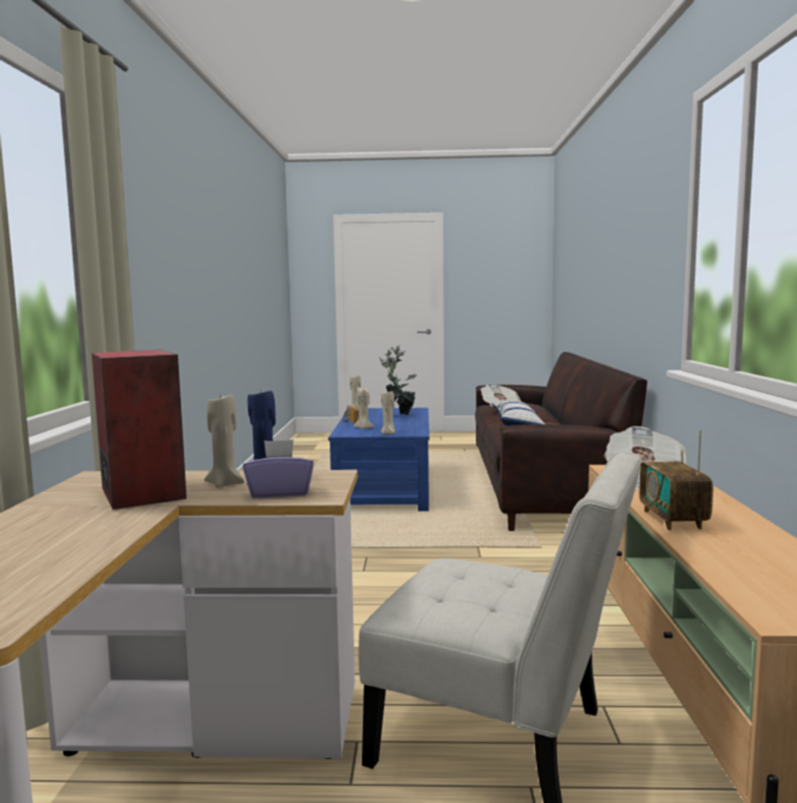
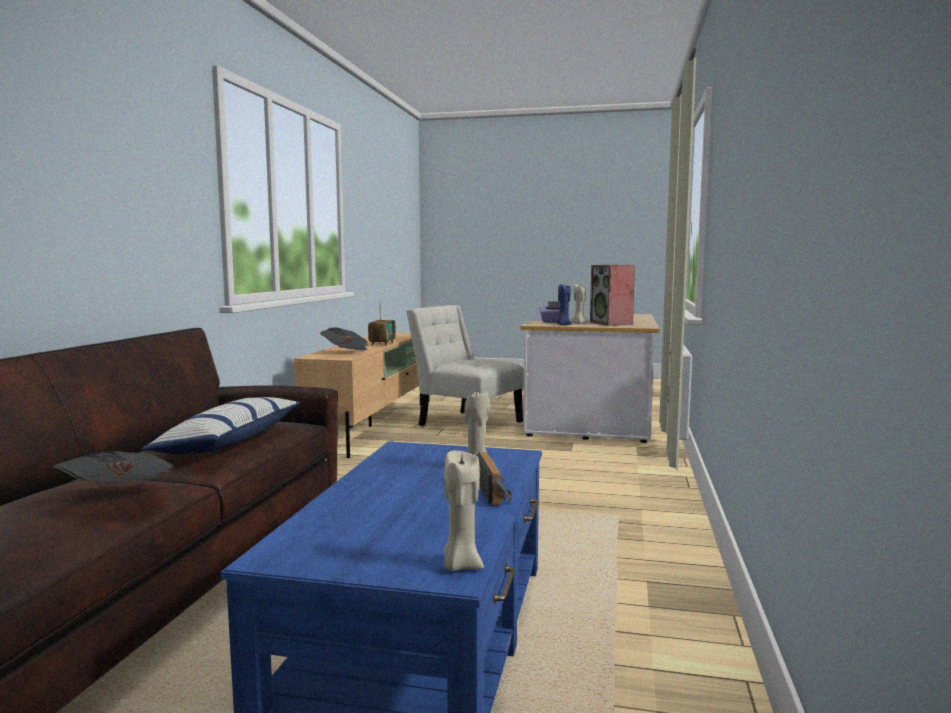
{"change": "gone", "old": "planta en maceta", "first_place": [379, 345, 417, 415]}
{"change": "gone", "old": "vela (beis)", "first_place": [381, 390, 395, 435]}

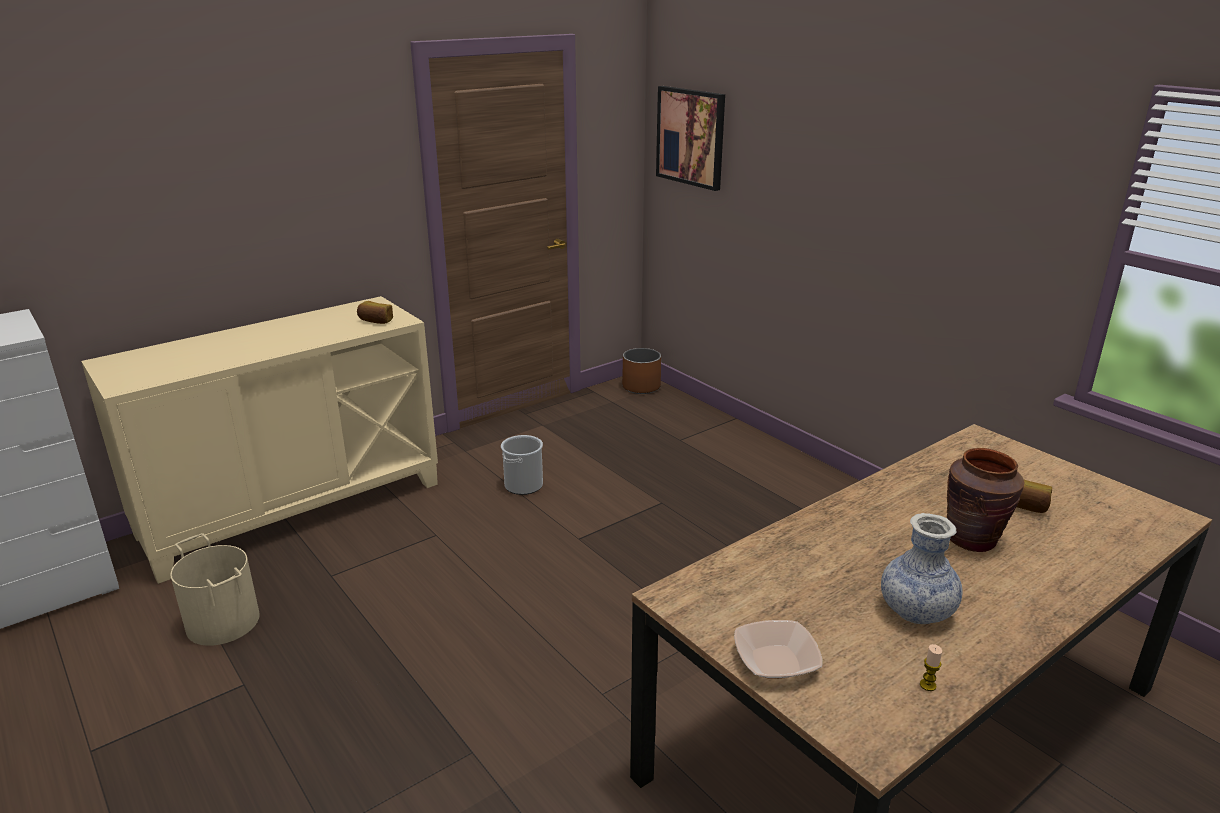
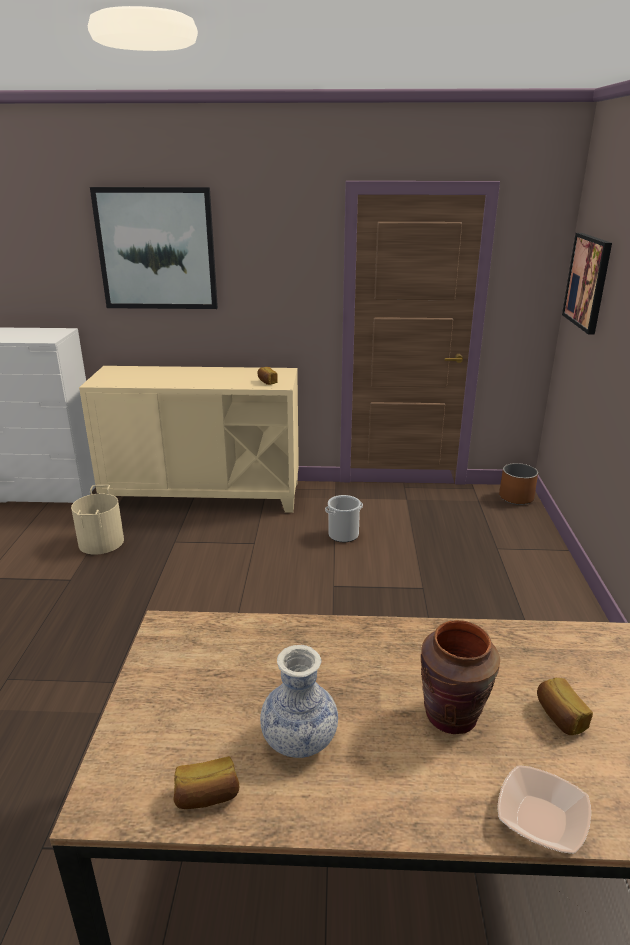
{"change": "shifted", "old": "cuenco", "first_place": [734, 620, 822, 679], "second_place": [497, 765, 591, 854]}
{"change": "swapped", "old": "vela", "new": "pan", "first_place": [920, 644, 942, 691], "second_place": [173, 756, 239, 809]}
{"change": "new", "new": "cuadro", "second_place": [90, 187, 218, 309]}

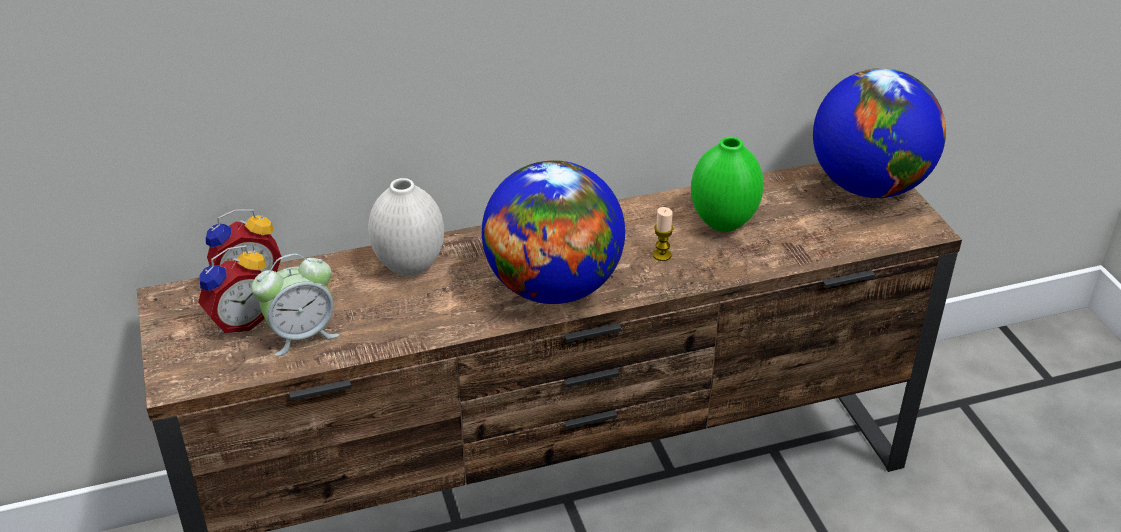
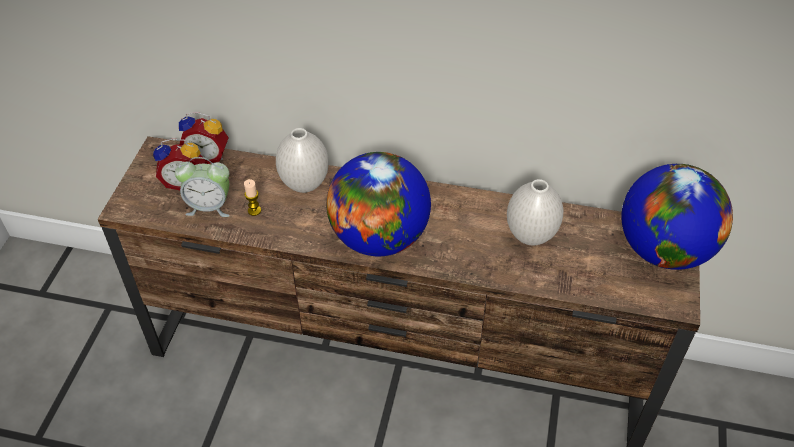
{"change": "repainted", "old": "florero (verde)", "new": "florero (blanco)", "first_place": [691, 137, 764, 232], "second_place": [507, 179, 563, 245]}
{"change": "shifted", "old": "vela", "first_place": [653, 207, 673, 261], "second_place": [244, 179, 261, 216]}

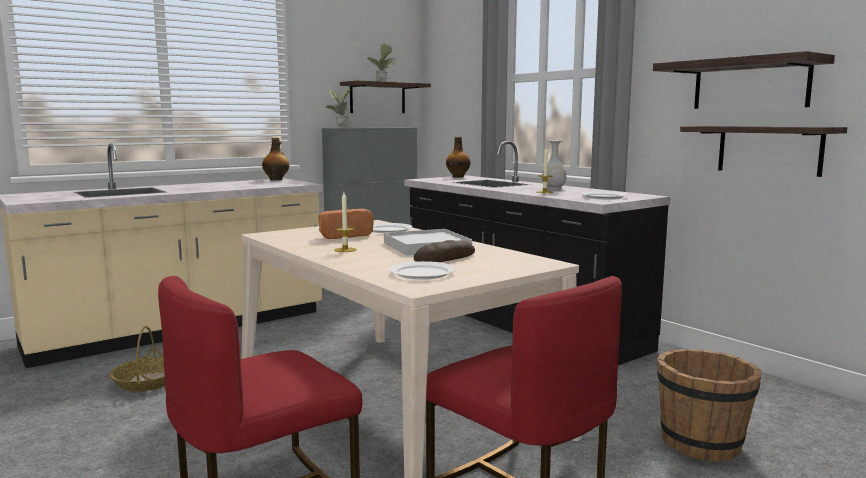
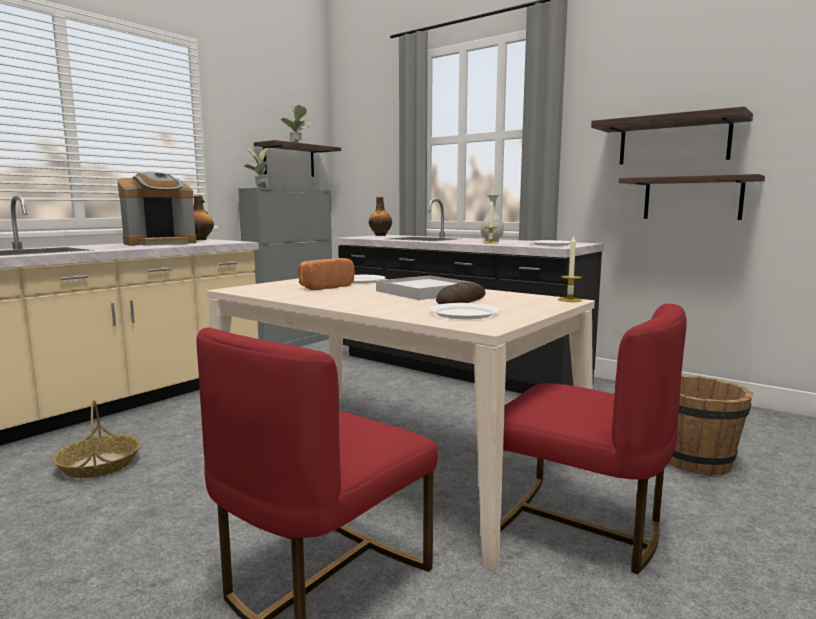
{"change": "shifted", "old": "vela", "first_place": [334, 192, 356, 252], "second_place": [558, 235, 582, 302]}
{"change": "new", "new": "cafetera", "second_place": [118, 172, 196, 246]}

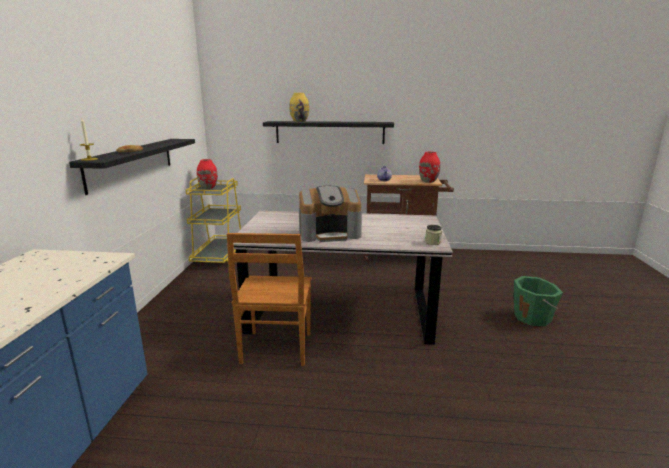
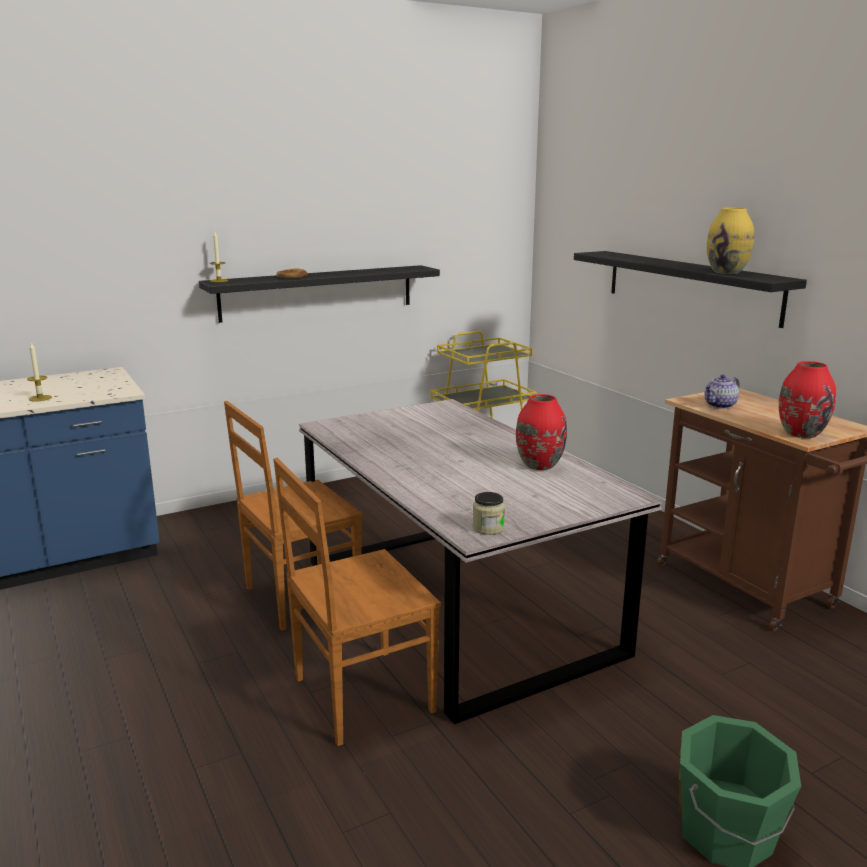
{"change": "shifted", "old": "florero (amarillo)", "first_place": [289, 93, 309, 122], "second_place": [707, 208, 754, 274]}
{"change": "shifted", "old": "florero (rojo)", "first_place": [197, 159, 218, 189], "second_place": [516, 394, 567, 470]}
{"change": "gone", "old": "cafetera", "first_place": [299, 186, 362, 242]}
{"change": "new", "new": "vela", "second_place": [27, 343, 52, 402]}
{"change": "new", "new": "silla (marrón)", "second_place": [273, 458, 441, 746]}

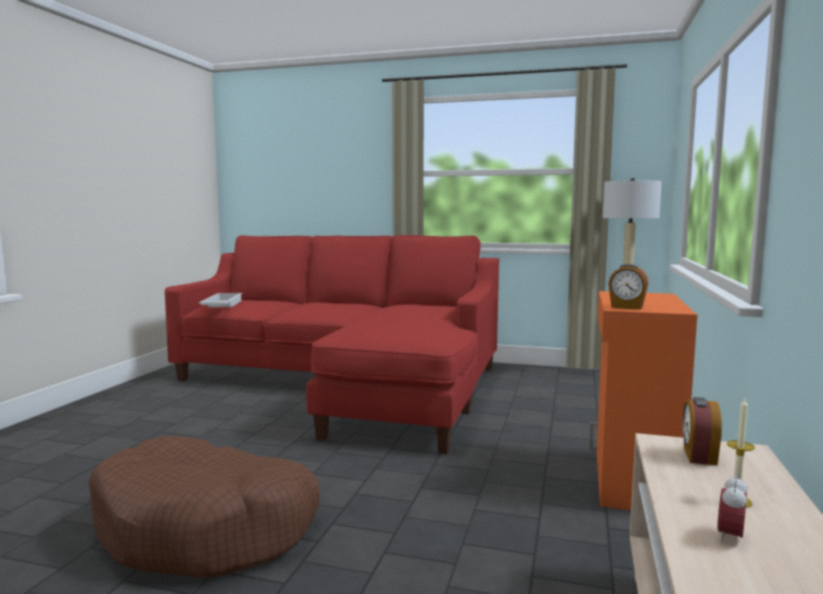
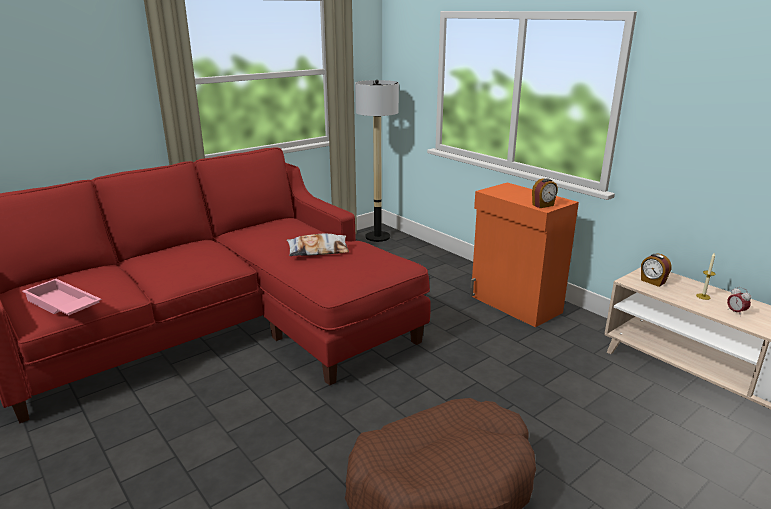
{"change": "repainted", "old": "bandeja (blanco)", "new": "bandeja (rosa)", "first_place": [199, 293, 243, 307], "second_place": [22, 279, 102, 315]}
{"change": "new", "new": "cojín", "second_place": [287, 233, 349, 256]}

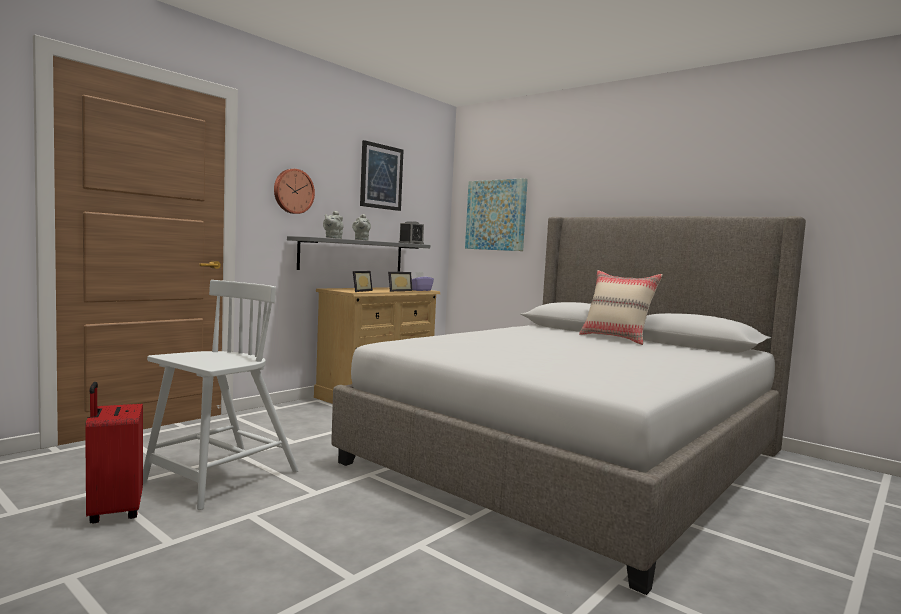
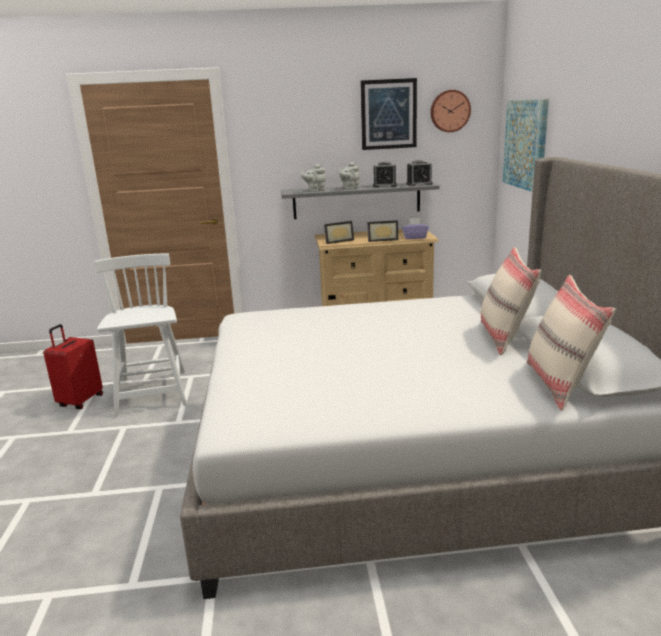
{"change": "shifted", "old": "reloj de pared", "first_place": [274, 169, 315, 214], "second_place": [430, 90, 471, 132]}
{"change": "rotated", "old": "silla (blanco)", "first_place": [143, 280, 299, 510], "second_place": [94, 254, 187, 416], "degrees": -90}
{"change": "new", "new": "despertador", "second_place": [373, 162, 397, 188]}
{"change": "new", "new": "cojín (beis)", "second_place": [527, 275, 616, 411]}

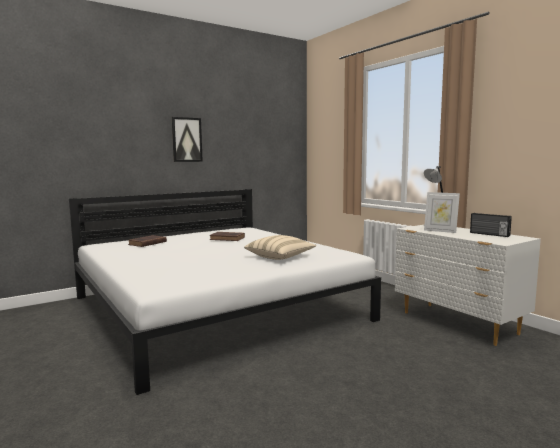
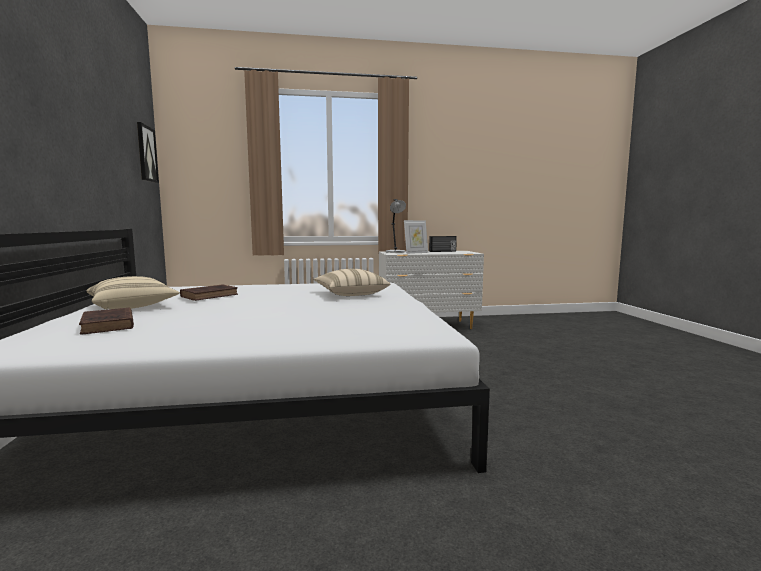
{"change": "shifted", "old": "cuadro", "first_place": [172, 117, 203, 162], "second_place": [137, 122, 159, 183]}
{"change": "new", "new": "cojín (beis)", "second_place": [87, 276, 180, 310]}

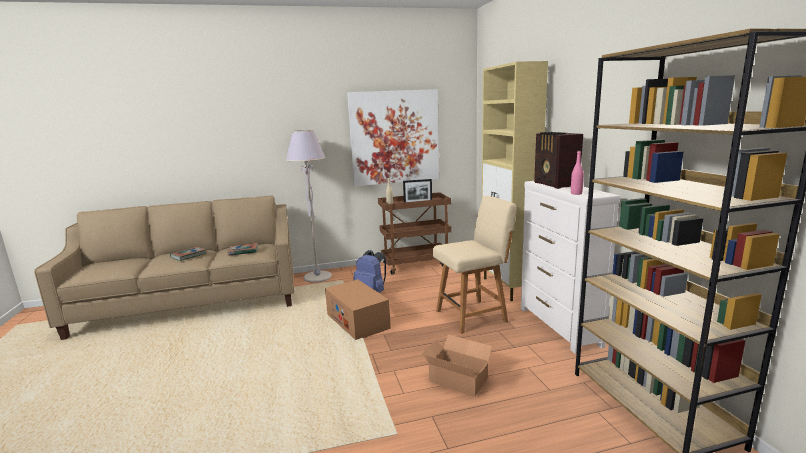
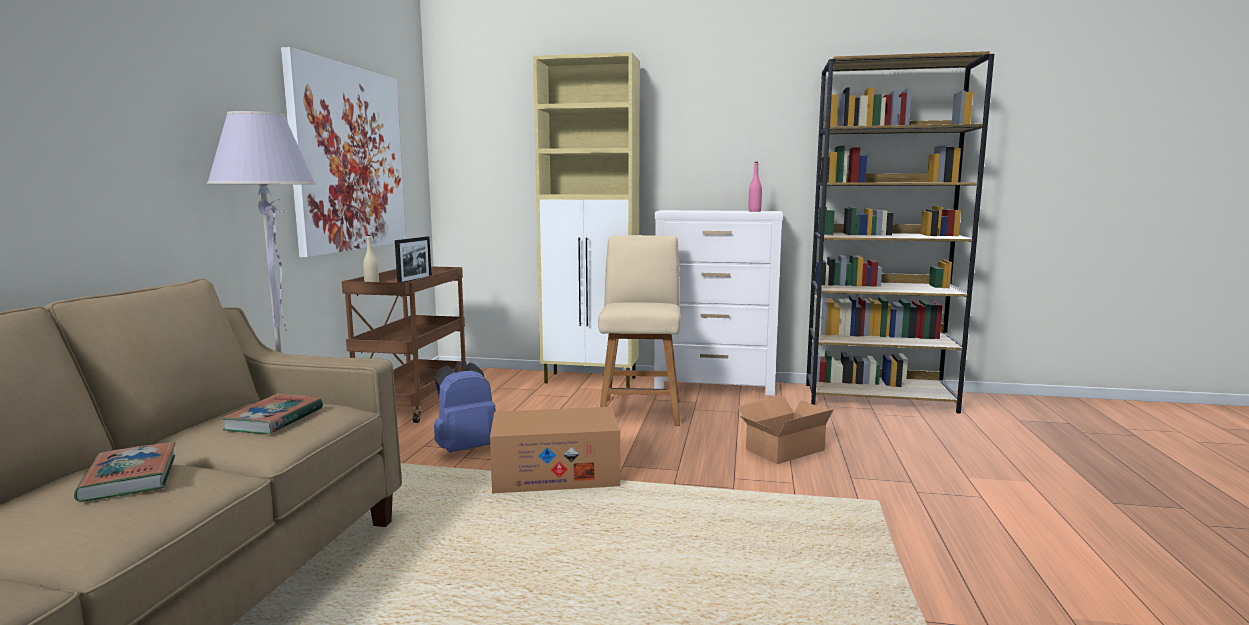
{"change": "gone", "old": "radio", "first_place": [534, 132, 583, 189]}

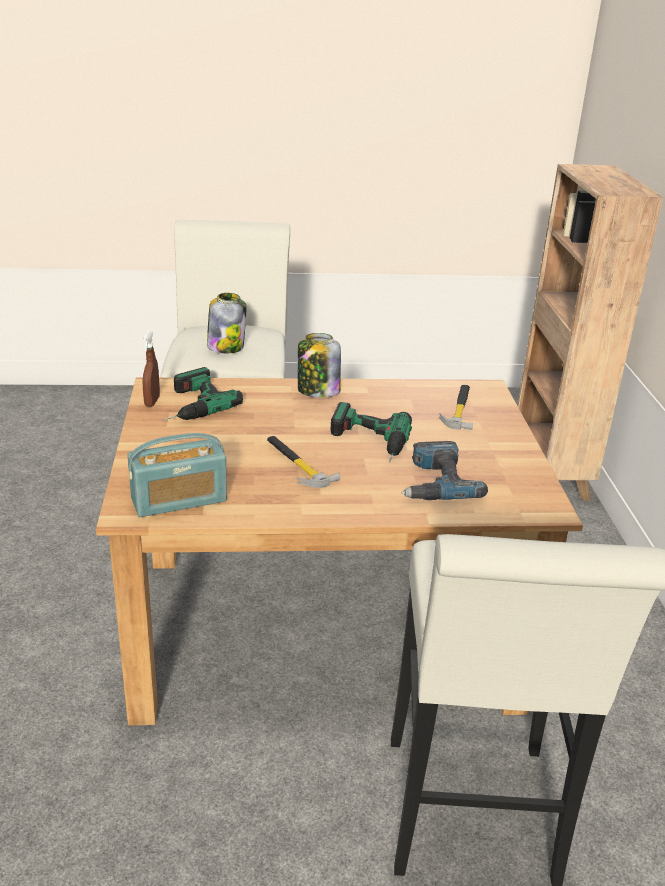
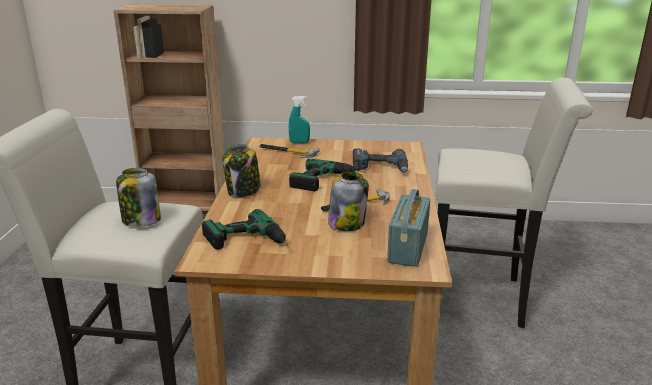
{"change": "gone", "old": "pulverizador (marrón)", "first_place": [143, 331, 160, 407]}
{"change": "rotated", "old": "radio", "first_place": [127, 433, 227, 517], "second_place": [387, 189, 430, 267], "degrees": -150}
{"change": "new", "new": "pulverizador (turquesa)", "second_place": [289, 96, 310, 143]}
{"change": "new", "new": "tarro", "second_place": [328, 172, 369, 231]}

